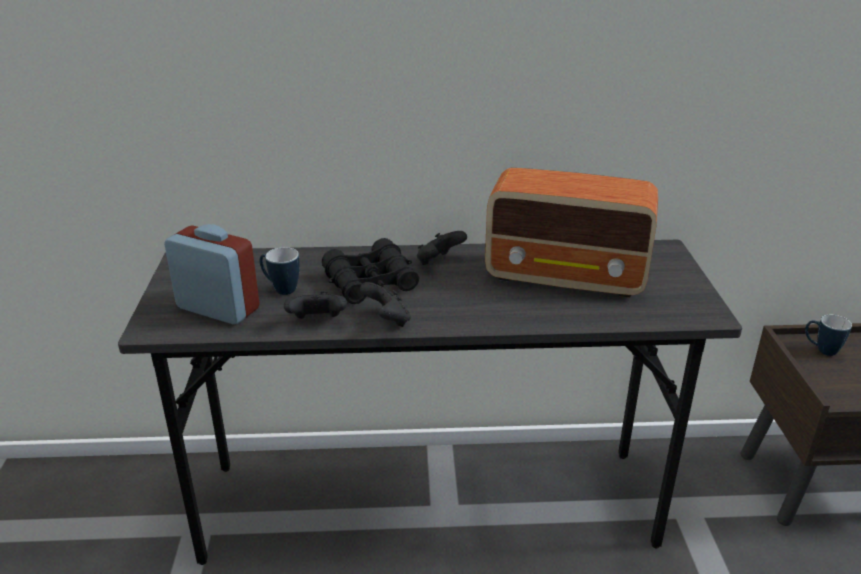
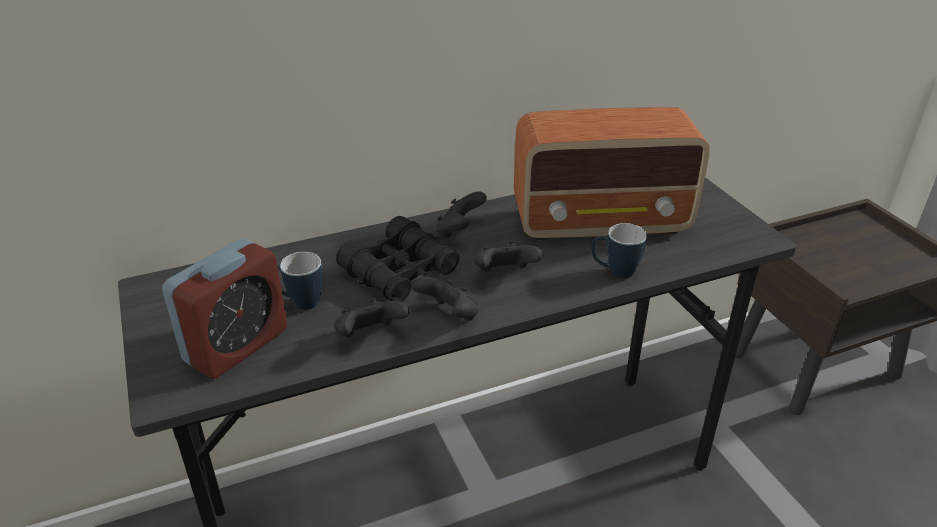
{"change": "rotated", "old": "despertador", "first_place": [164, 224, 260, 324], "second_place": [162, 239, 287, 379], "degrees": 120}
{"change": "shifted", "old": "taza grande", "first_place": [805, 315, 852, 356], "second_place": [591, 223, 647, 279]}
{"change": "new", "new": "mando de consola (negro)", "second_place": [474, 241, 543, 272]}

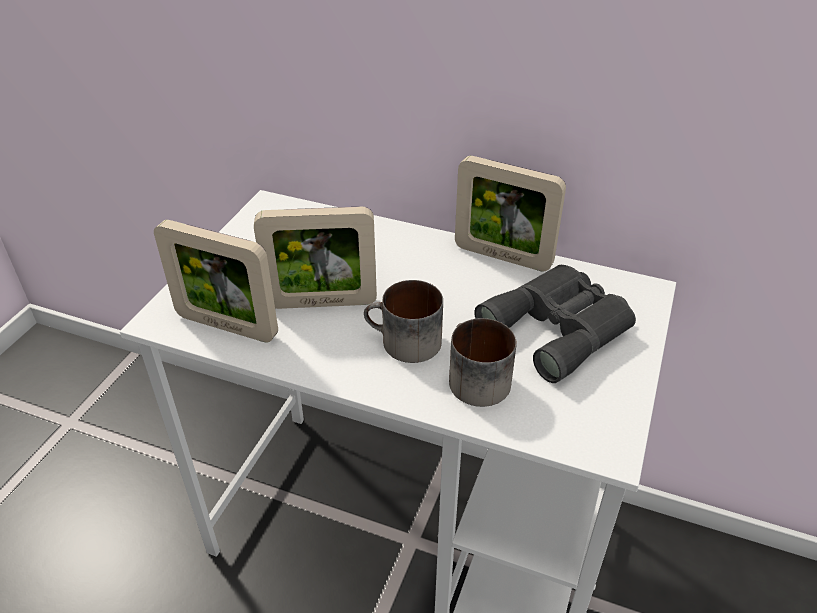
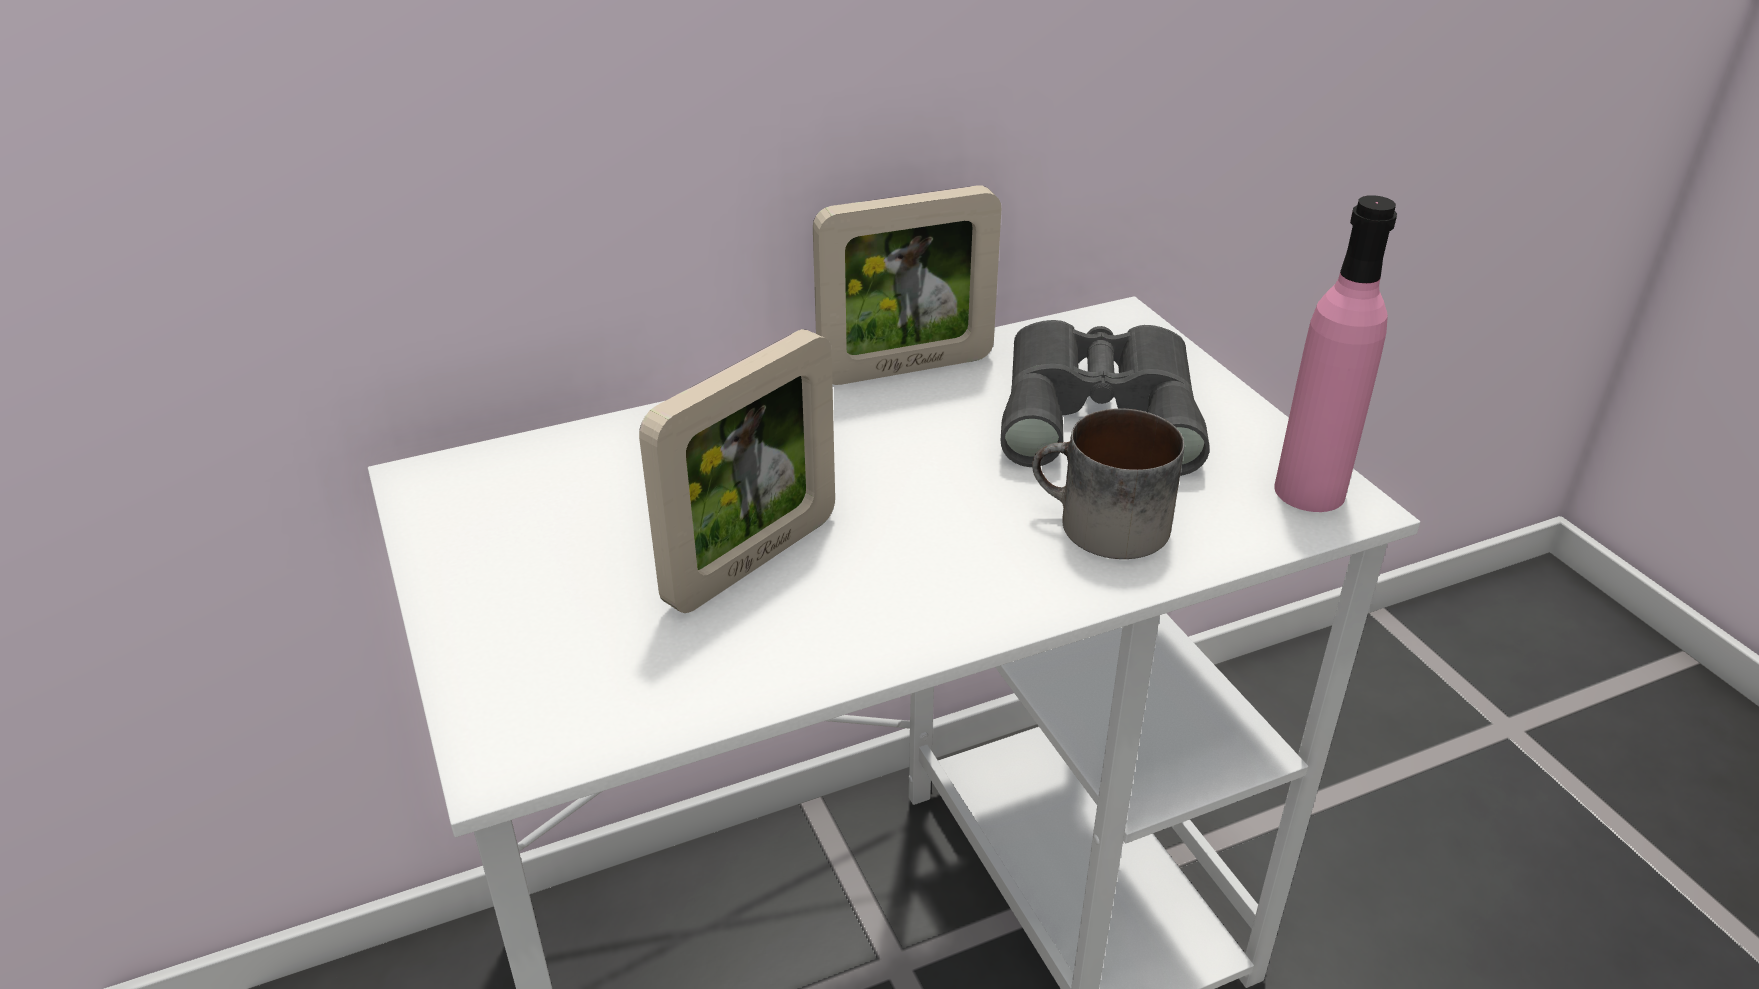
{"change": "gone", "old": "portarretratos", "first_place": [154, 220, 278, 343]}
{"change": "gone", "old": "taza grande", "first_place": [364, 280, 443, 363]}
{"change": "new", "new": "botella (rosa)", "second_place": [1275, 195, 1397, 512]}

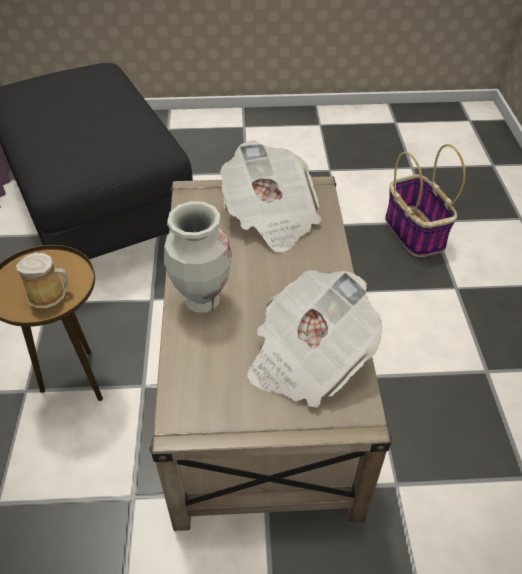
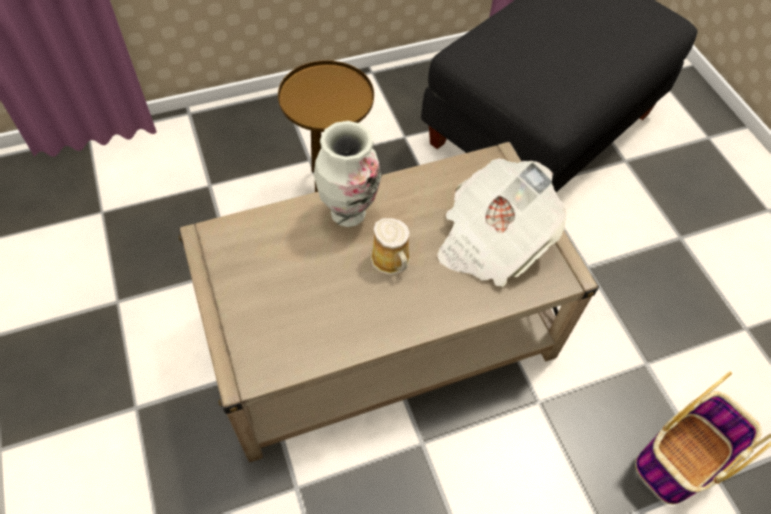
{"change": "shifted", "old": "taza grande", "first_place": [16, 253, 68, 308], "second_place": [370, 218, 410, 275]}
{"change": "gone", "old": "periódico", "first_place": [247, 270, 382, 408]}

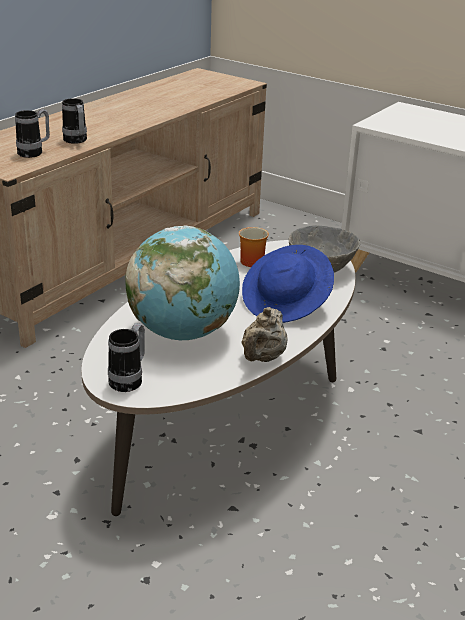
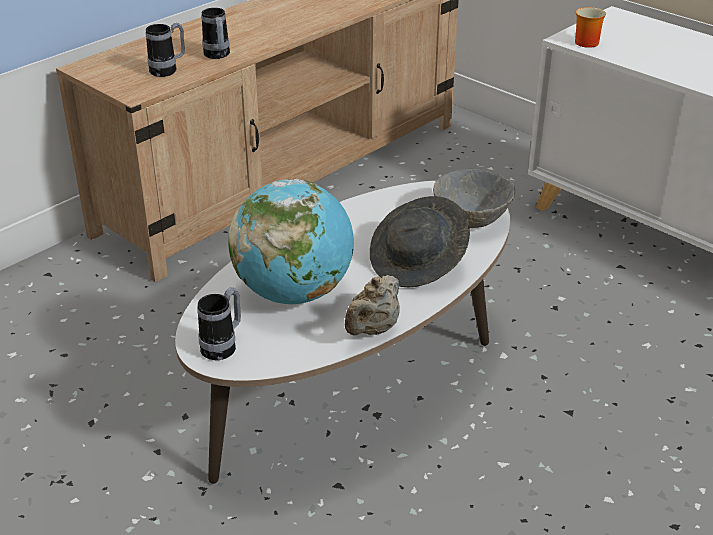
{"change": "shifted", "old": "taza grande", "first_place": [239, 227, 269, 267], "second_place": [575, 7, 606, 48]}
{"change": "repainted", "old": "sombrero (azul)", "new": "sombrero (gris)", "first_place": [242, 245, 334, 323], "second_place": [370, 196, 470, 287]}

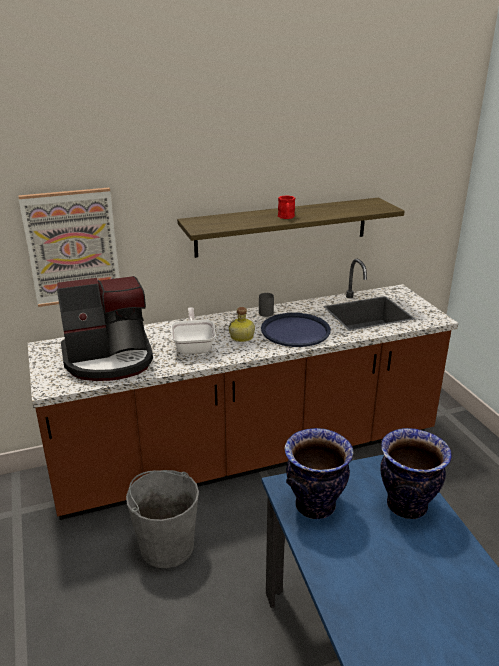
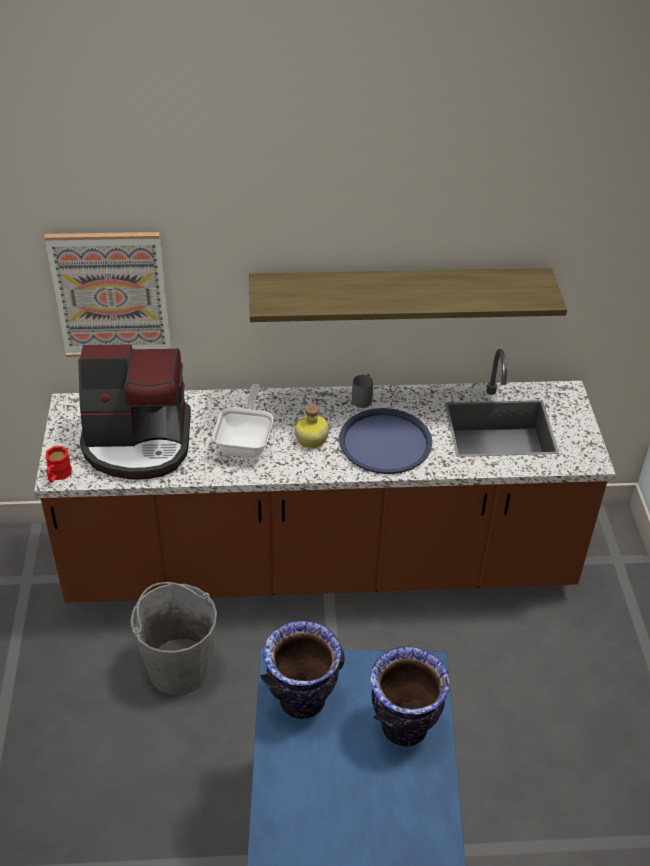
{"change": "shifted", "old": "taza grande (rojo)", "first_place": [278, 195, 295, 219], "second_place": [45, 446, 72, 482]}

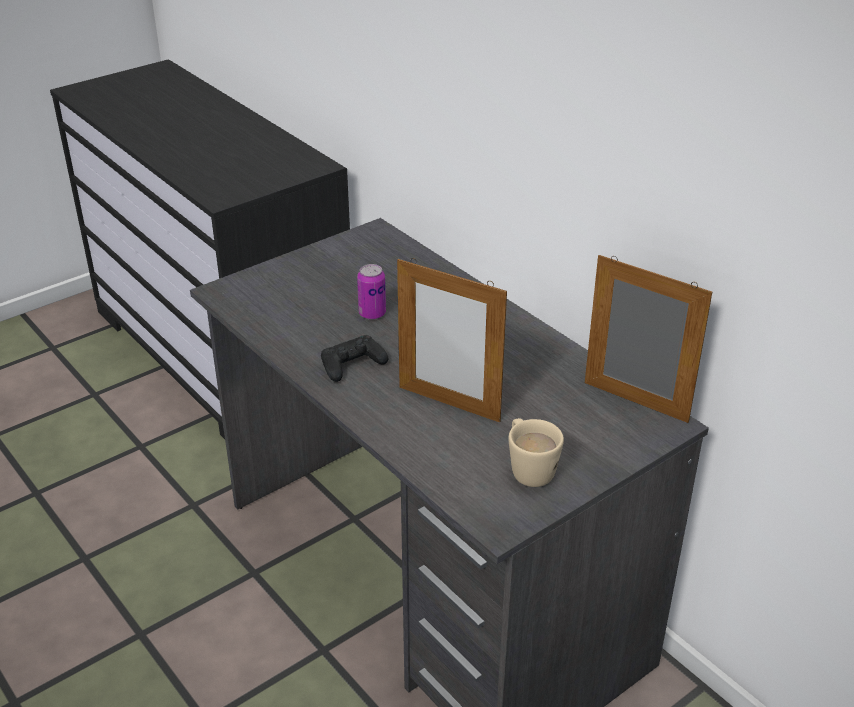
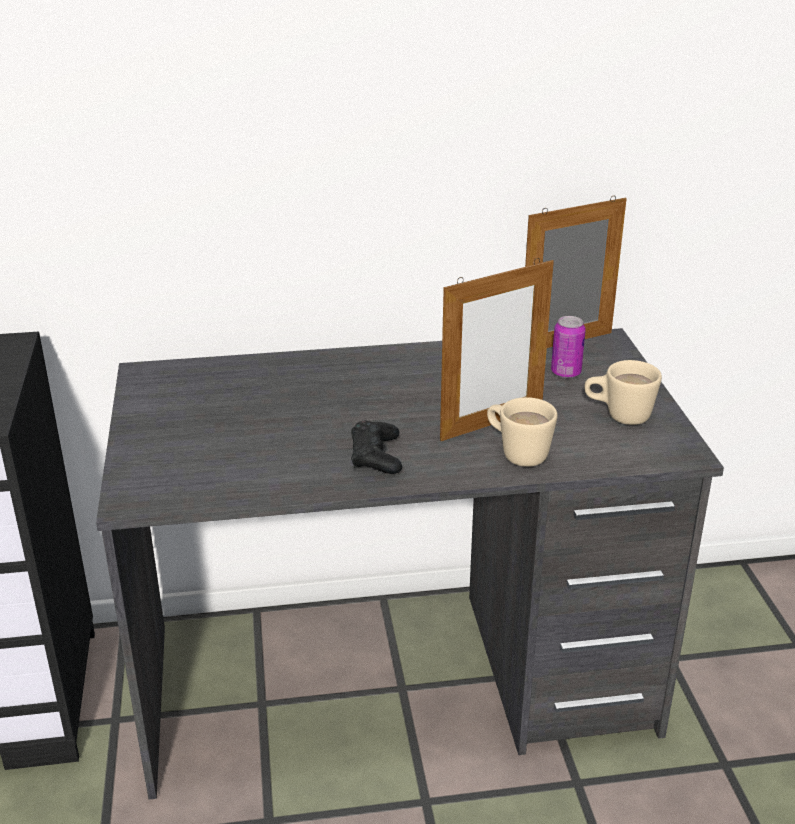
{"change": "shifted", "old": "lata", "first_place": [357, 264, 386, 320], "second_place": [551, 316, 586, 378]}
{"change": "new", "new": "taza grande (beis)", "second_place": [487, 397, 558, 467]}

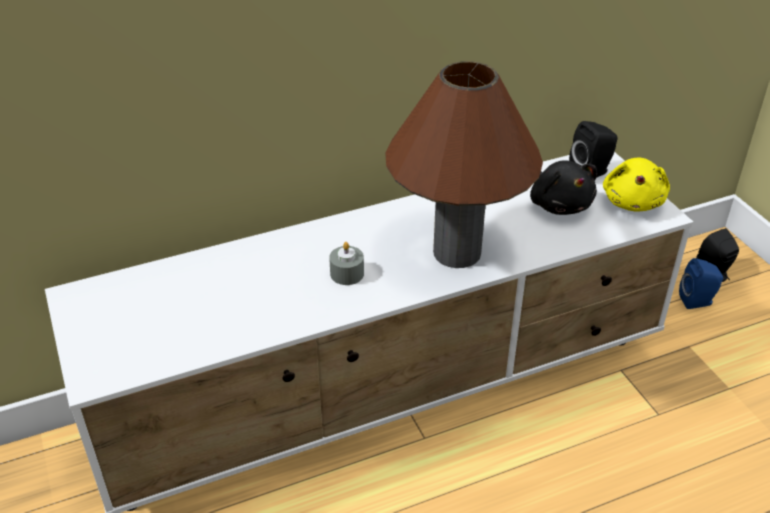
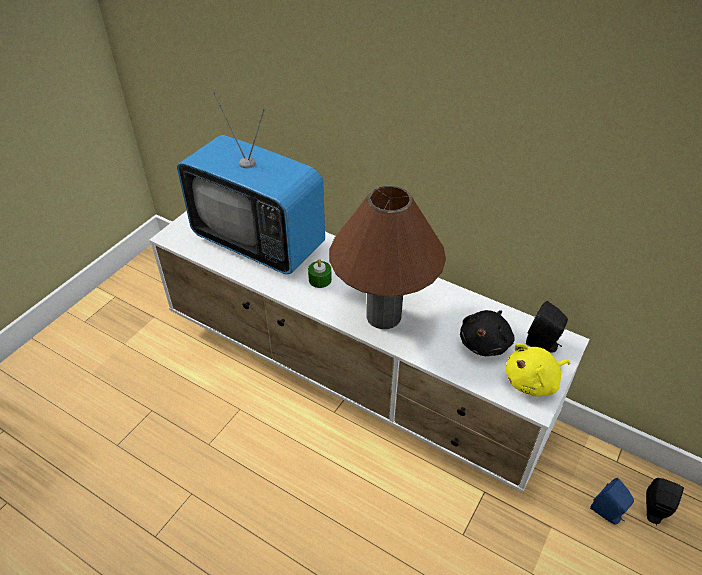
{"change": "repainted", "old": "vela (gris)", "new": "vela (verde)", "first_place": [329, 242, 364, 285], "second_place": [308, 259, 332, 288]}
{"change": "new", "new": "televisor", "second_place": [177, 92, 325, 274]}

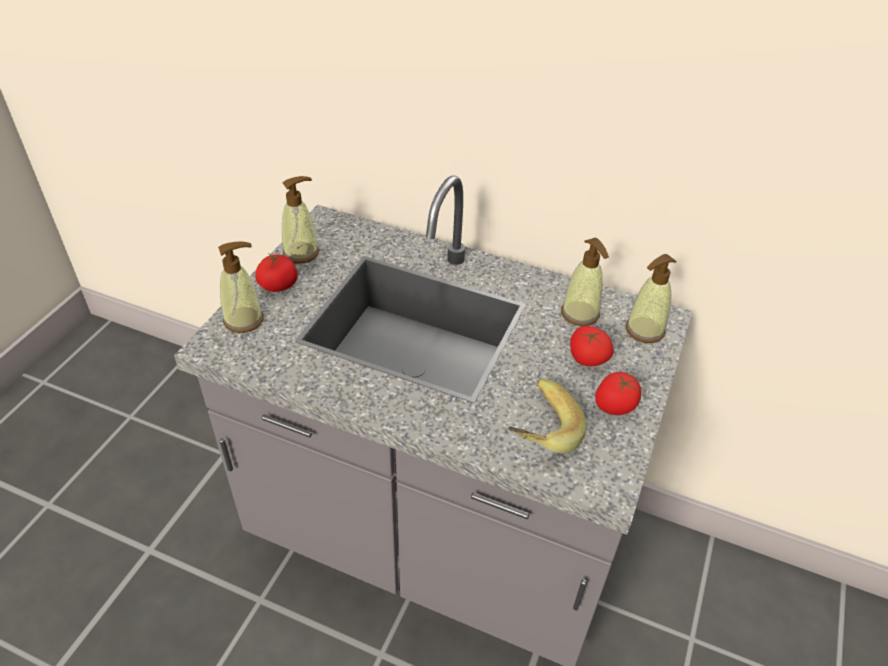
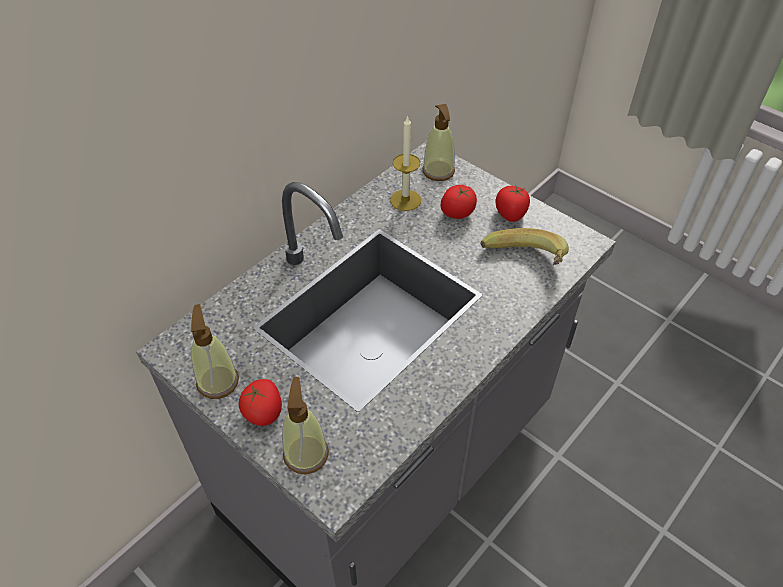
{"change": "swapped", "old": "dispensador de jabón", "new": "vela", "first_place": [561, 238, 609, 326], "second_place": [390, 115, 421, 211]}

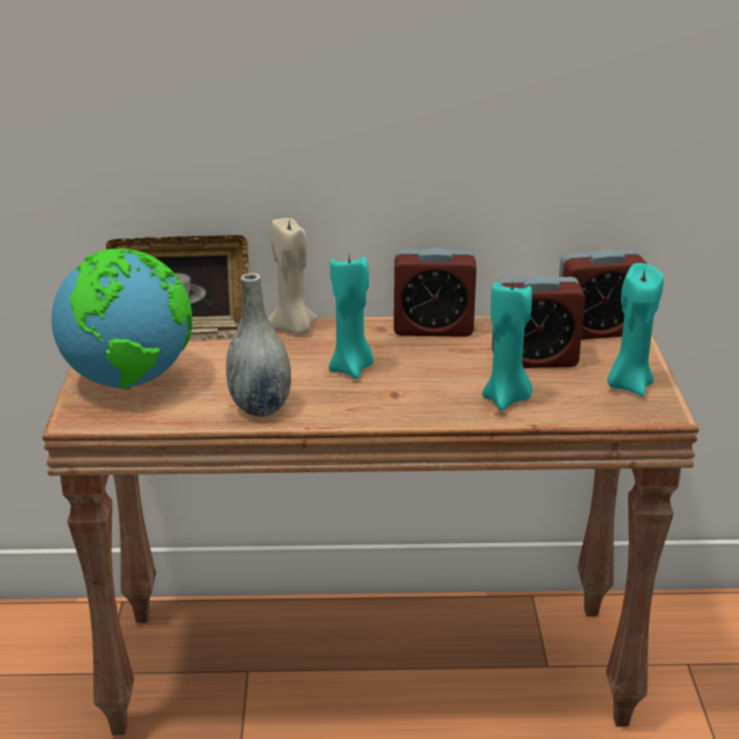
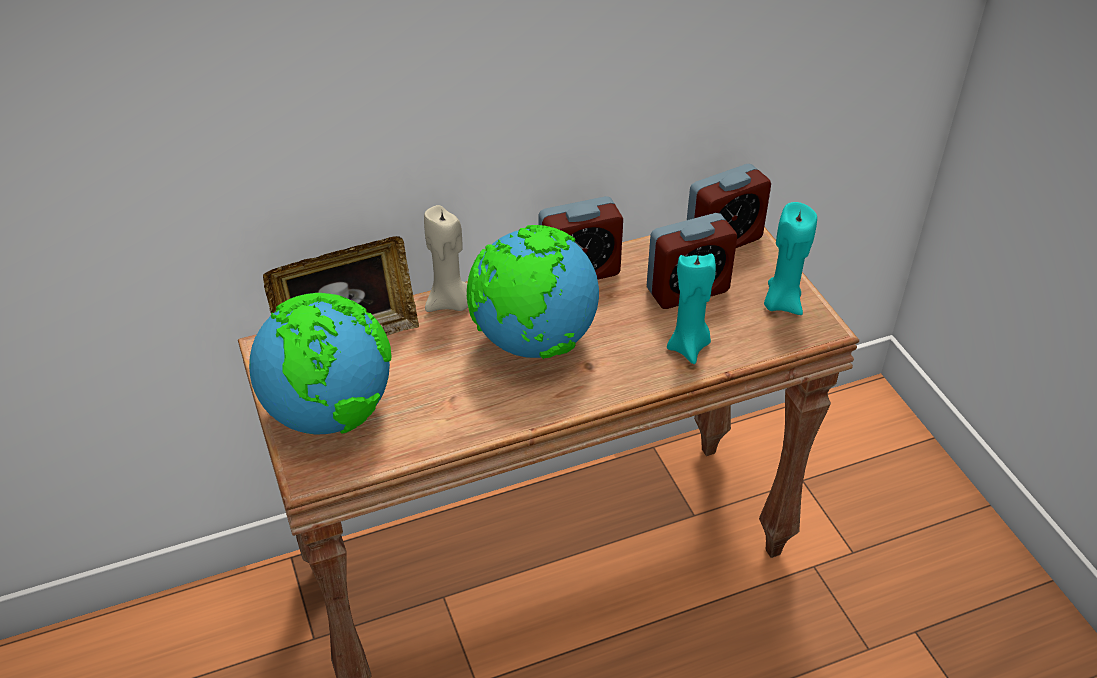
{"change": "swapped", "old": "vela (turquesa)", "new": "globo terráqueo", "first_place": [329, 254, 374, 379], "second_place": [467, 225, 599, 359]}
{"change": "gone", "old": "florero (gris)", "first_place": [226, 273, 291, 417]}

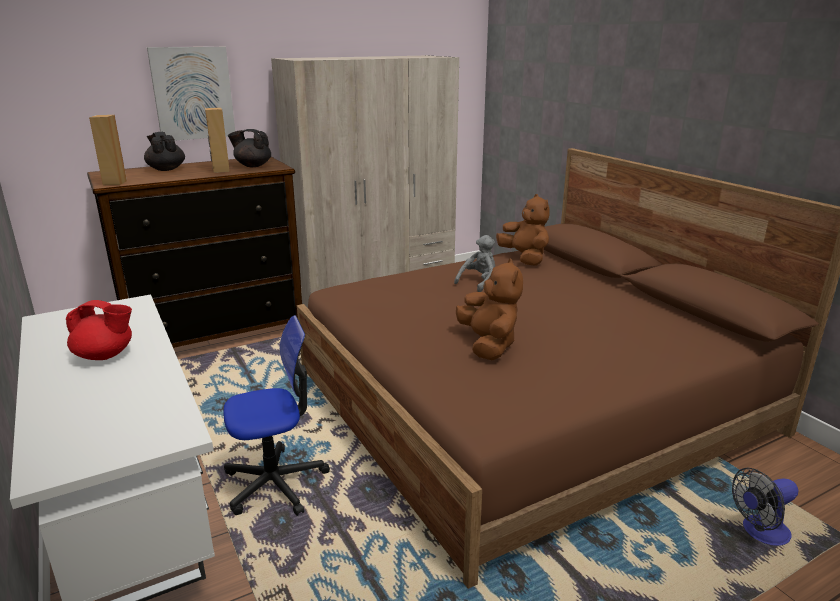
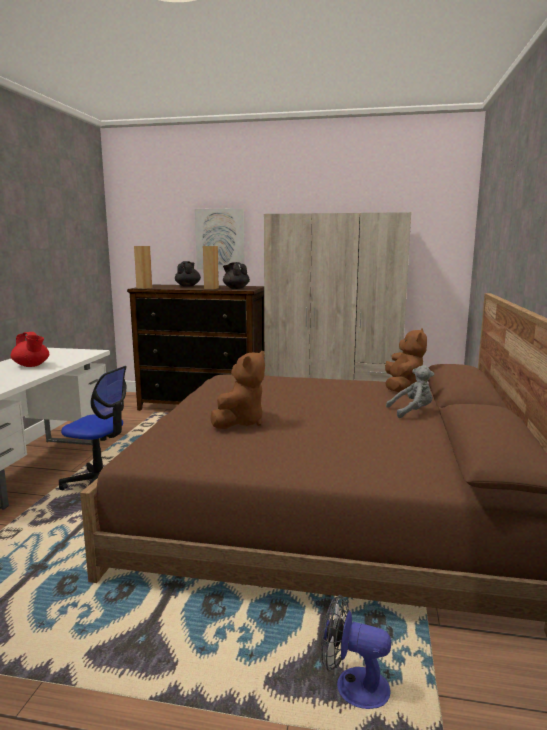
{"change": "shifted", "old": "peluche (gris)", "first_place": [454, 235, 495, 292], "second_place": [386, 365, 434, 418]}

